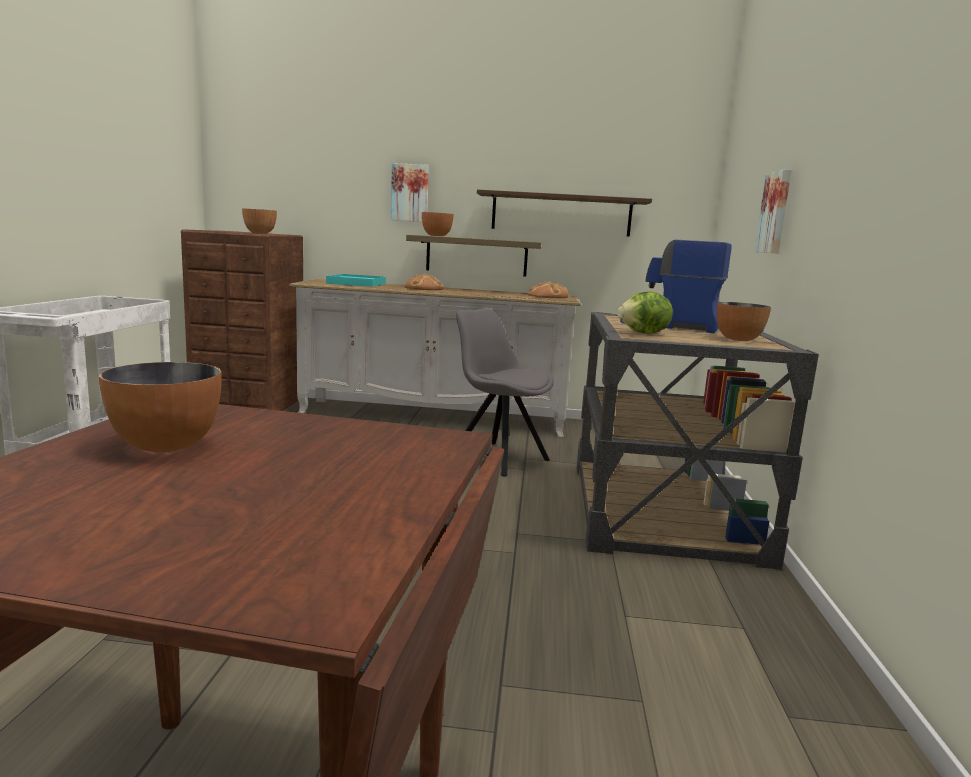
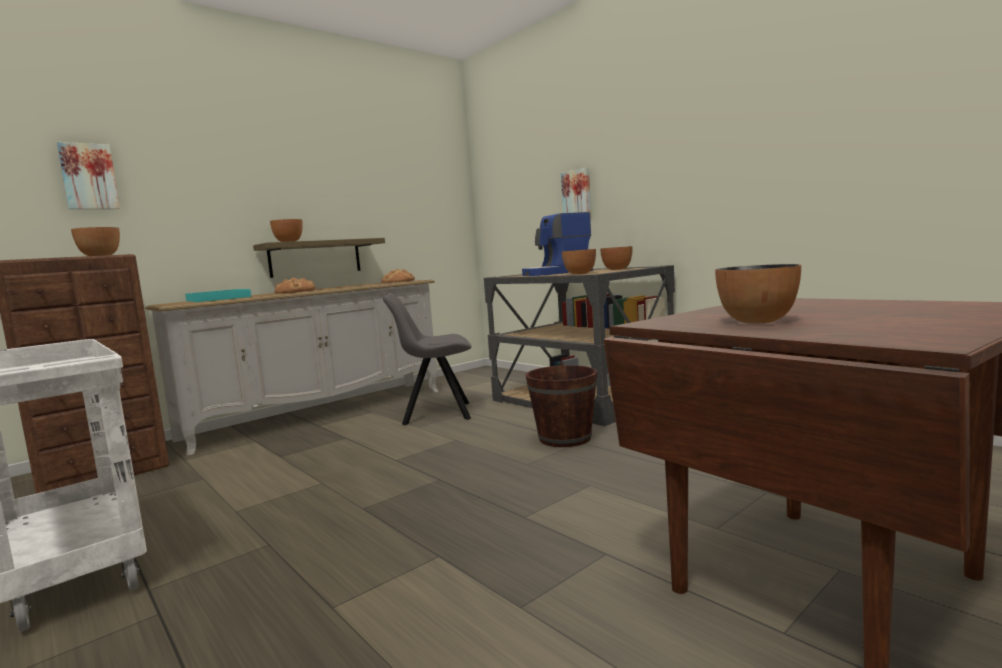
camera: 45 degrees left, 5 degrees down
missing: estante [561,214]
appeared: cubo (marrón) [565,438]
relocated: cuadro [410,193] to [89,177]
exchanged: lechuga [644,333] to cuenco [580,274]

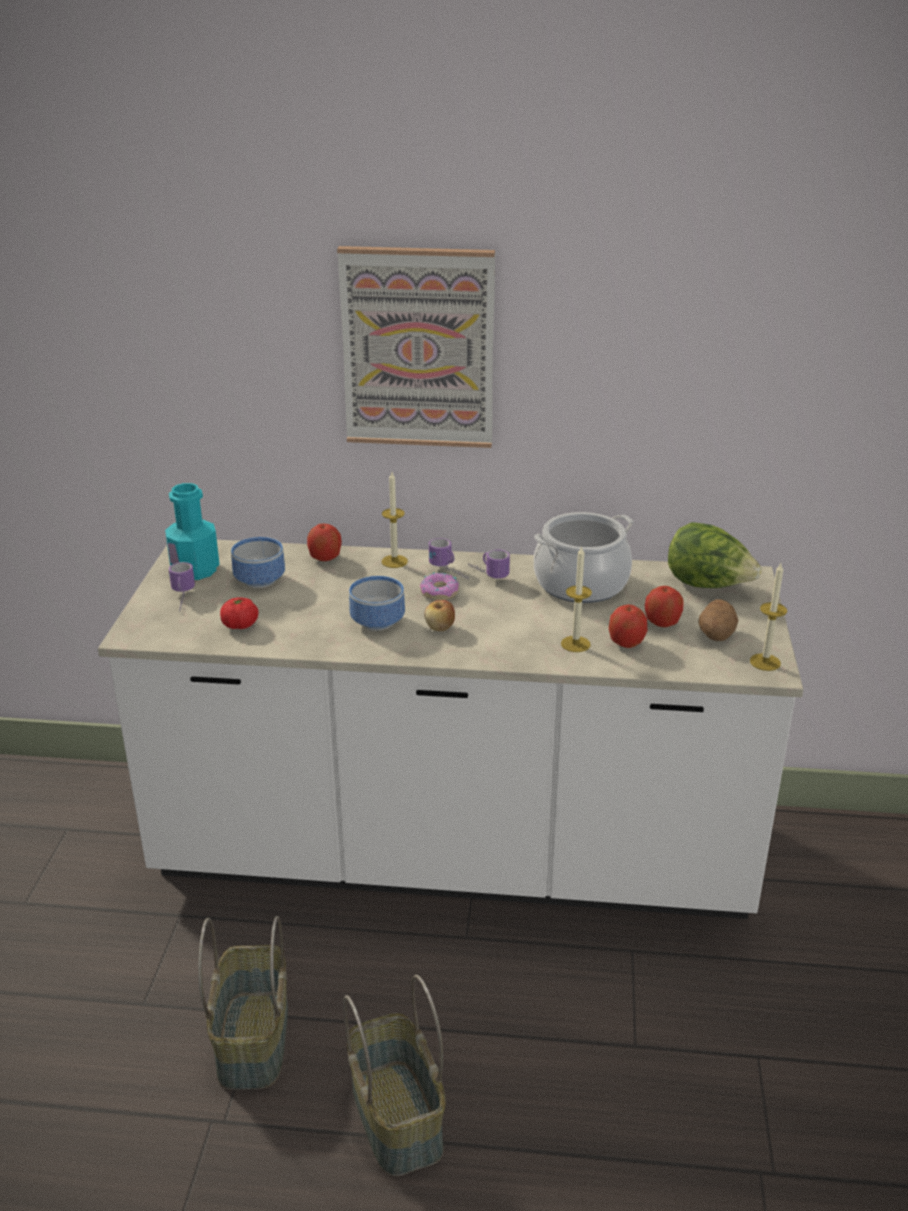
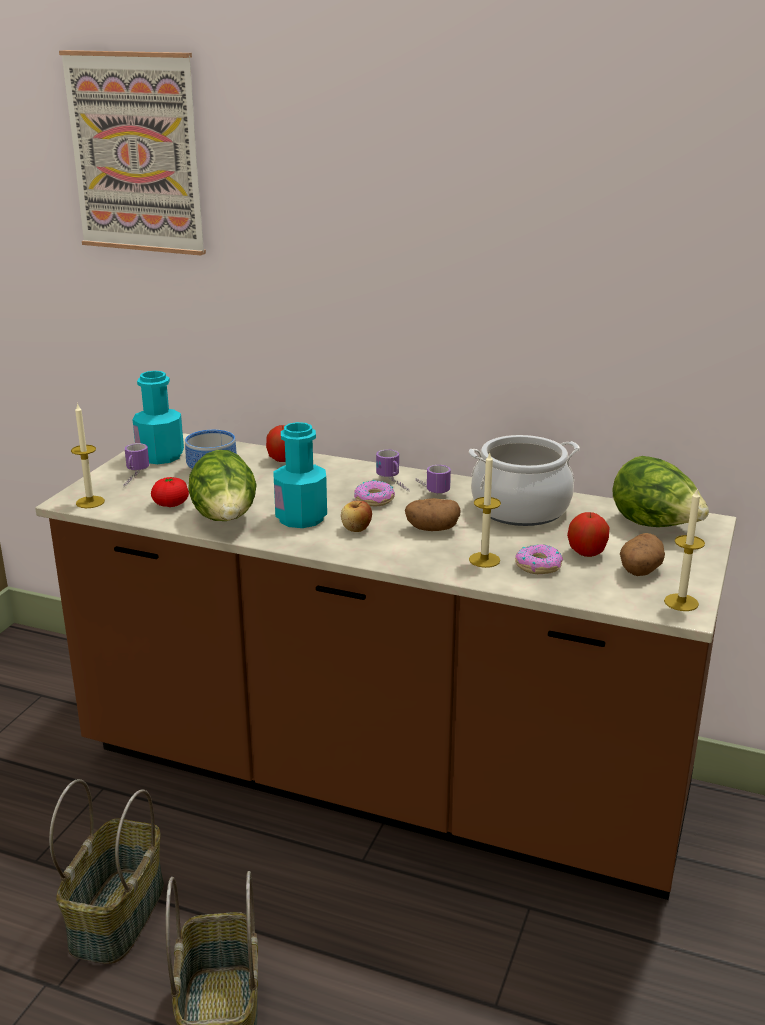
camera: 15 degrees right, 5 degrees down
appeared: lechuga [226,520]; patata [432,529]
relocated: cuadro [418,348] to [136,153]; vela [394,561] to [90,502]
exchanged: cuenco [380,623] to botella (turquesa) [301,518]; manzana [626,643] to rosquilla [538,566]
colour: mueble bajo de cocina (blanco) [454,855] to mueble bajo de cocina (marrón) [382,780]

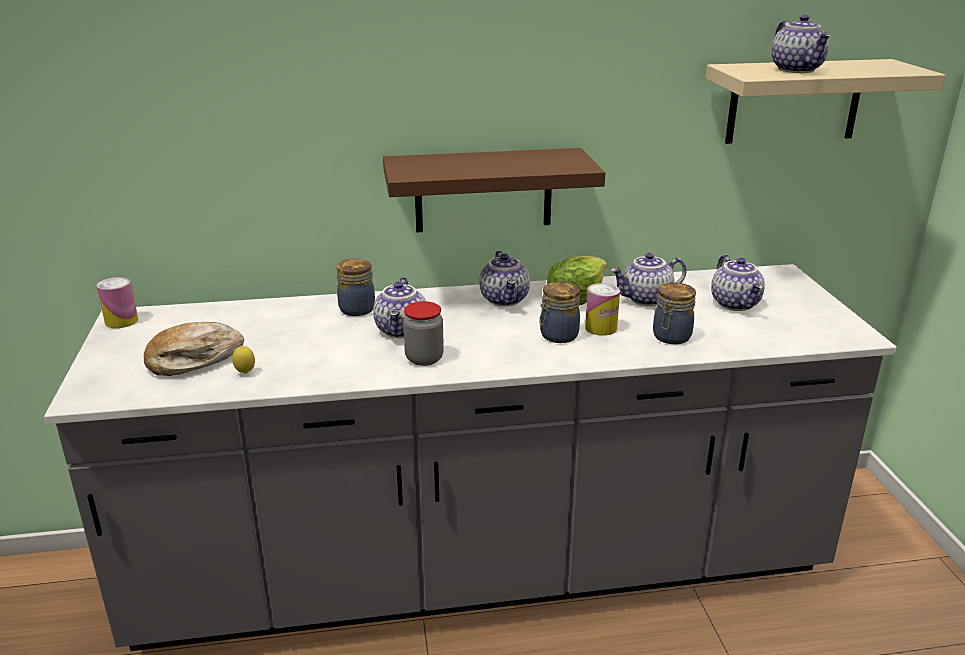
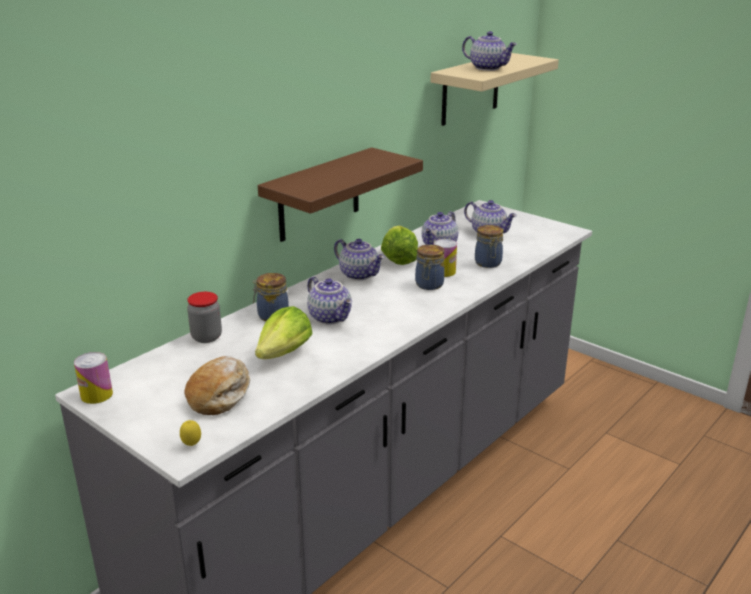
camera: 40 degrees left, 0 degrees up
appeared: lechuga [284,353]
relocated: limón [245,373] to [191,445]; tarro [424,358] to [206,337]

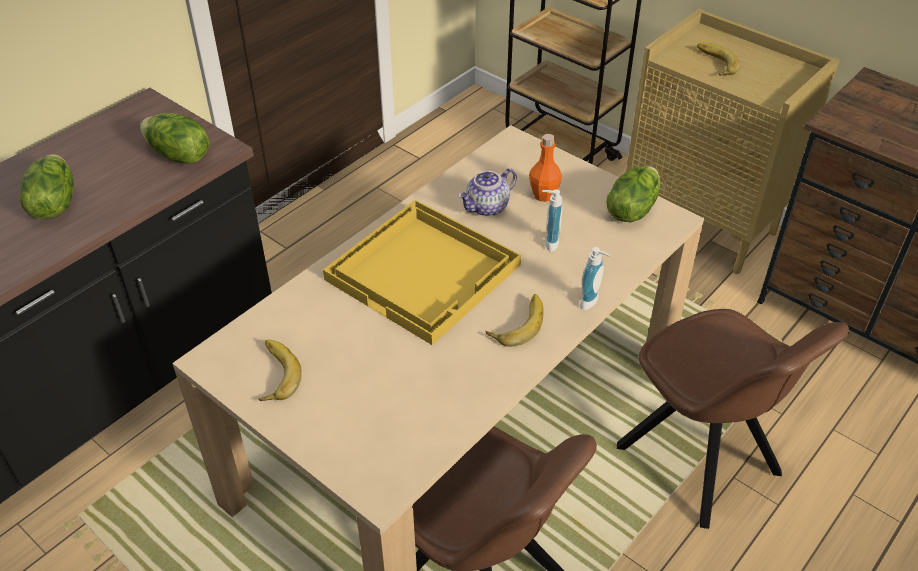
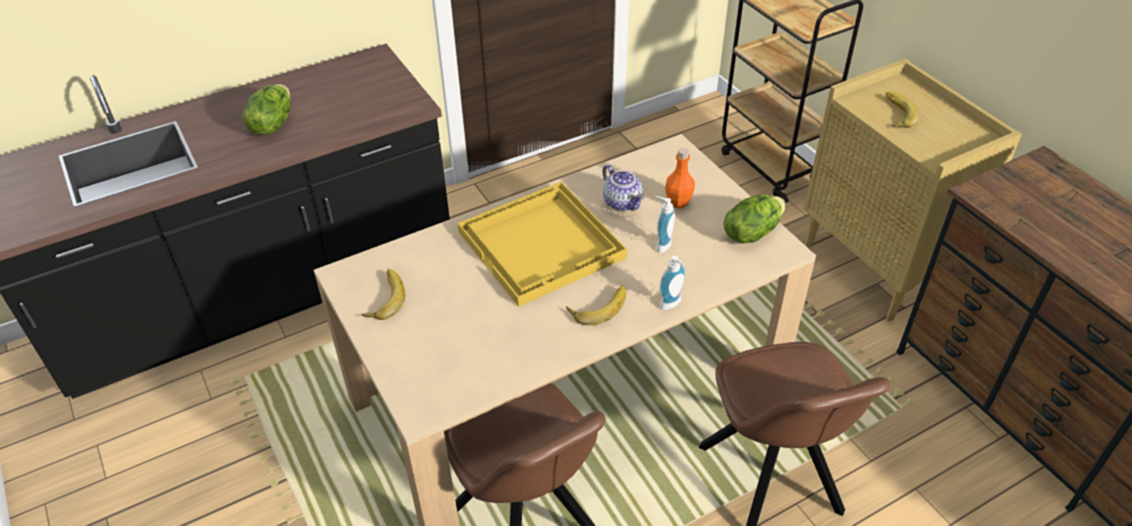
camera: 20 degrees right, 0 degrees up
missing: lechuga [178,156]
spun: tetera [487,208] = [623,202] 105 degrees counterclockwise

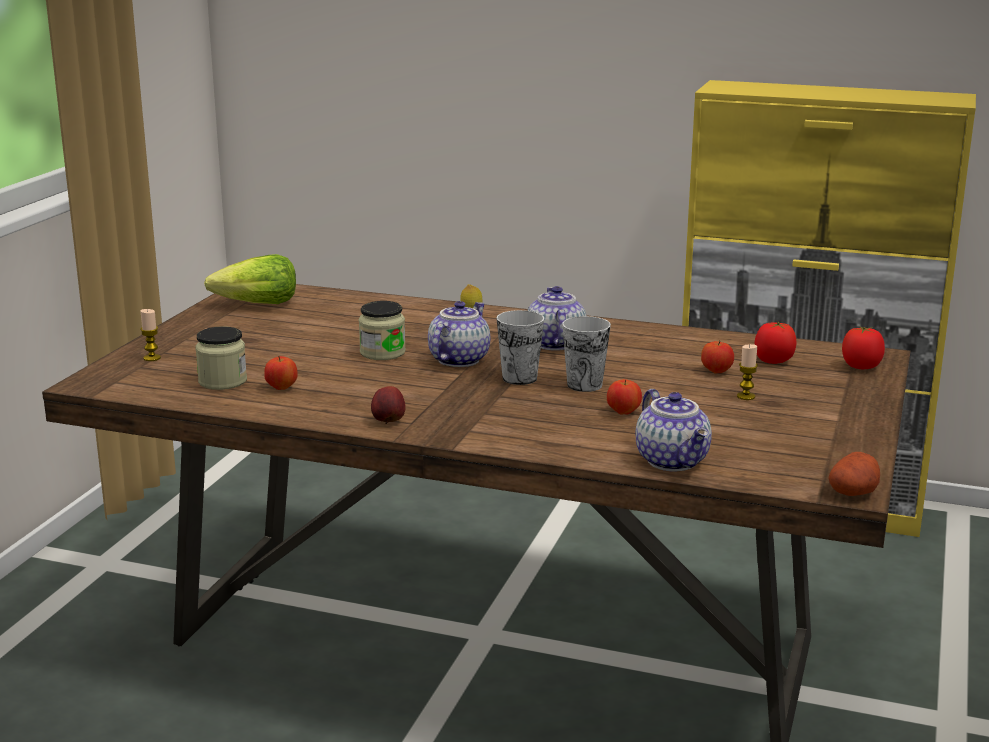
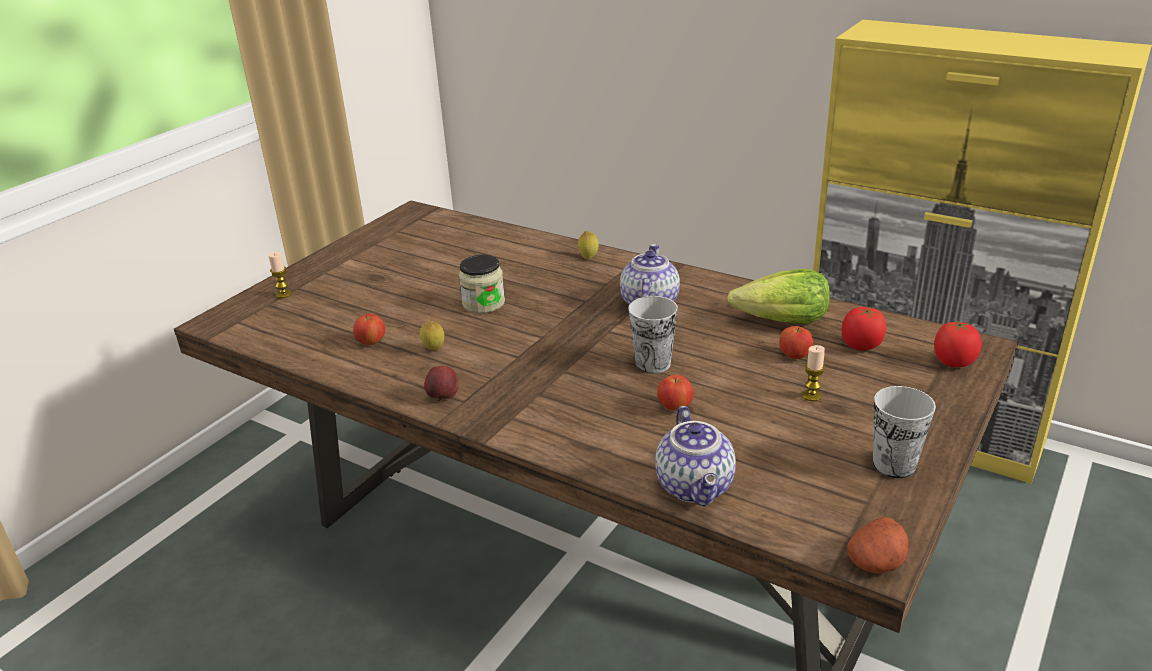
camera: 15 degrees right, 10 degrees up
missing: tarro [222,381]; tetera [458,360]
appeared: limón [434,350]
relocated: lechuga [257,305] to [782,322]; taza [519,378] to [894,465]

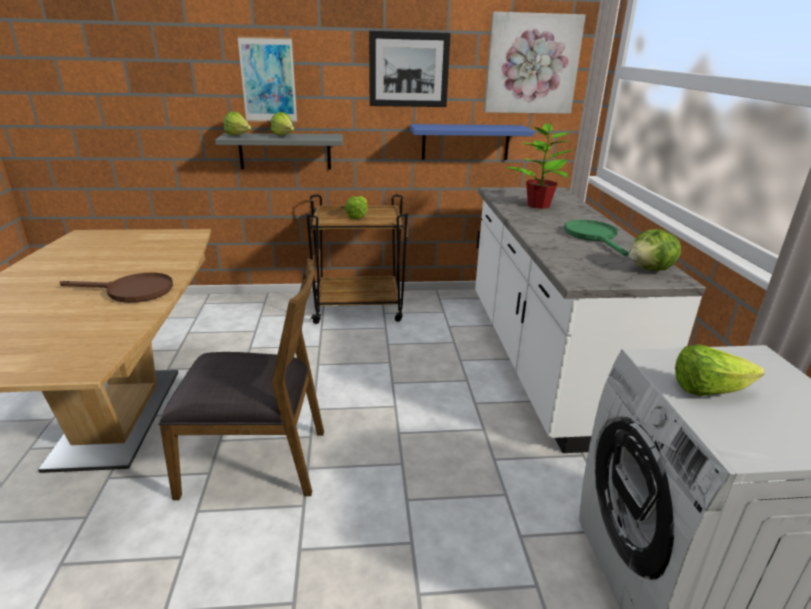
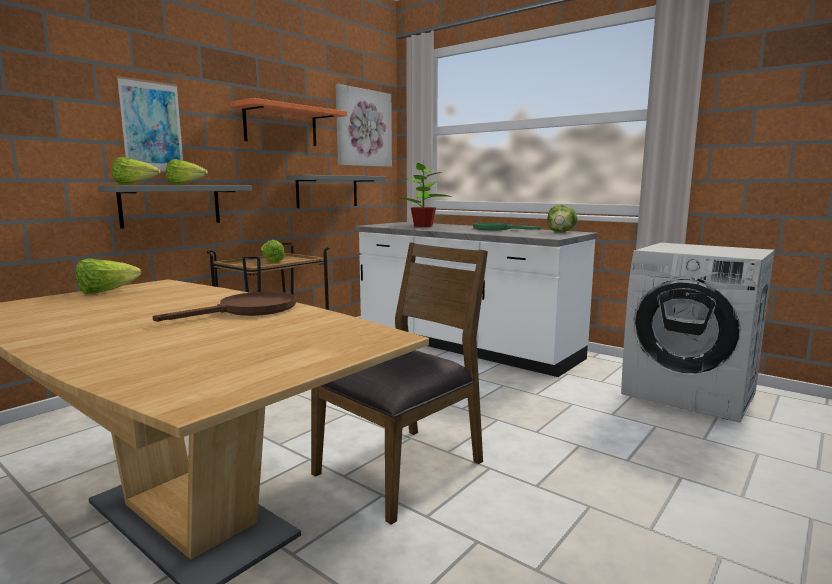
camera: 45 degrees left, 15 degrees down
relocated: lechuga [707,390] to [106,292]
exchanged: cuadro [409,70] to estante (naranja) [281,126]
colour: estante (azul) [465,142] to estante (gris) [327,191]

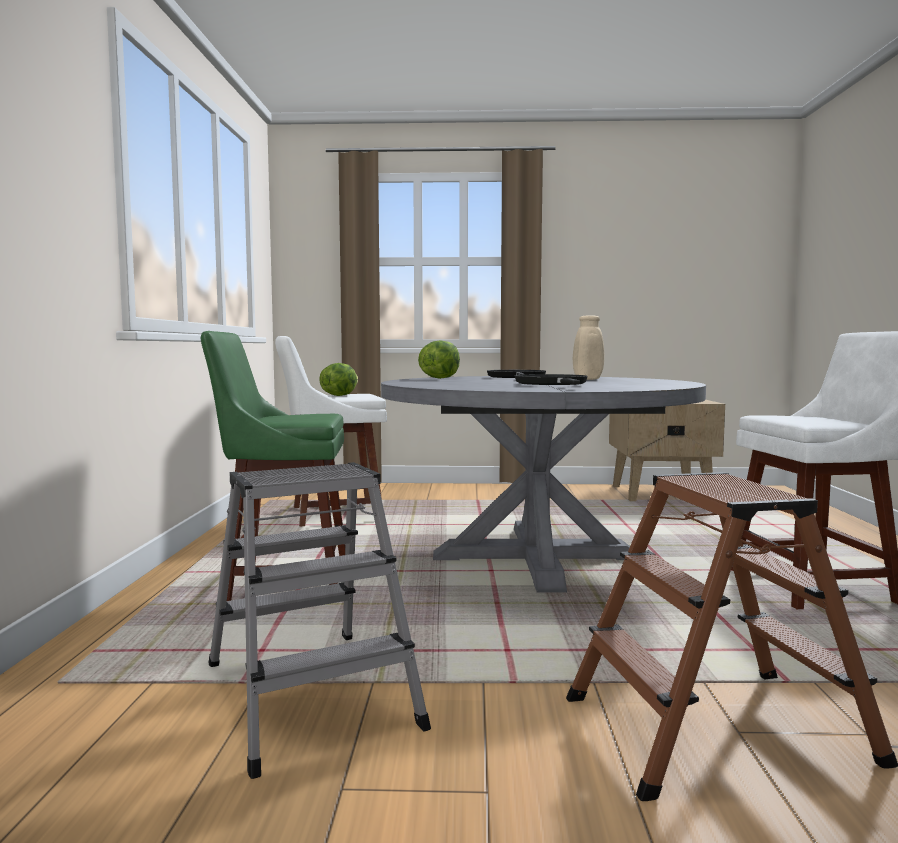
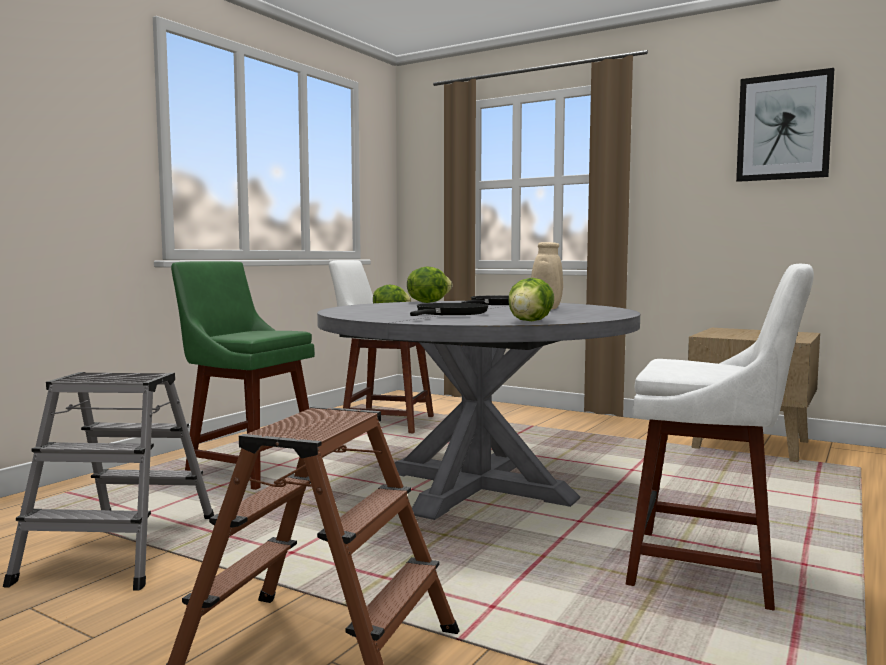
camera: 30 degrees right, 0 degrees up
appeared: lechuga [531,321]; cuadro [783,127]

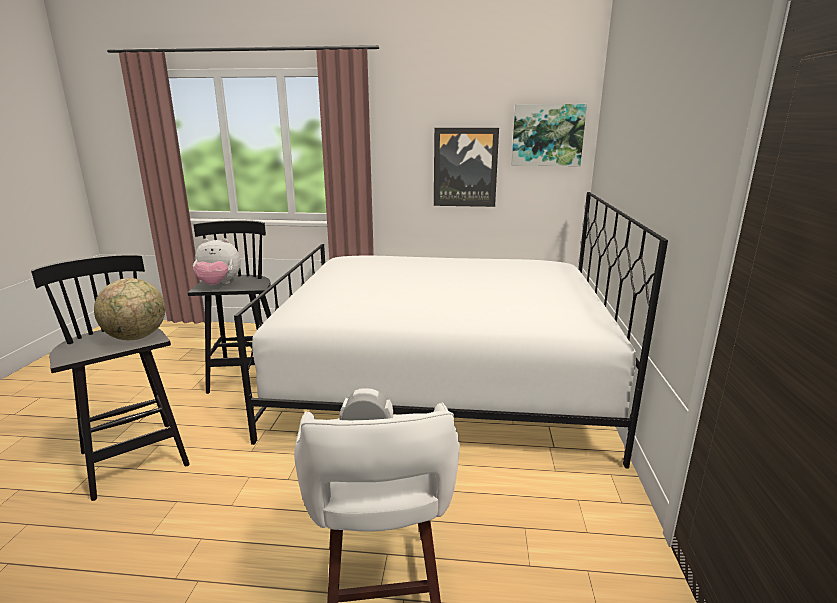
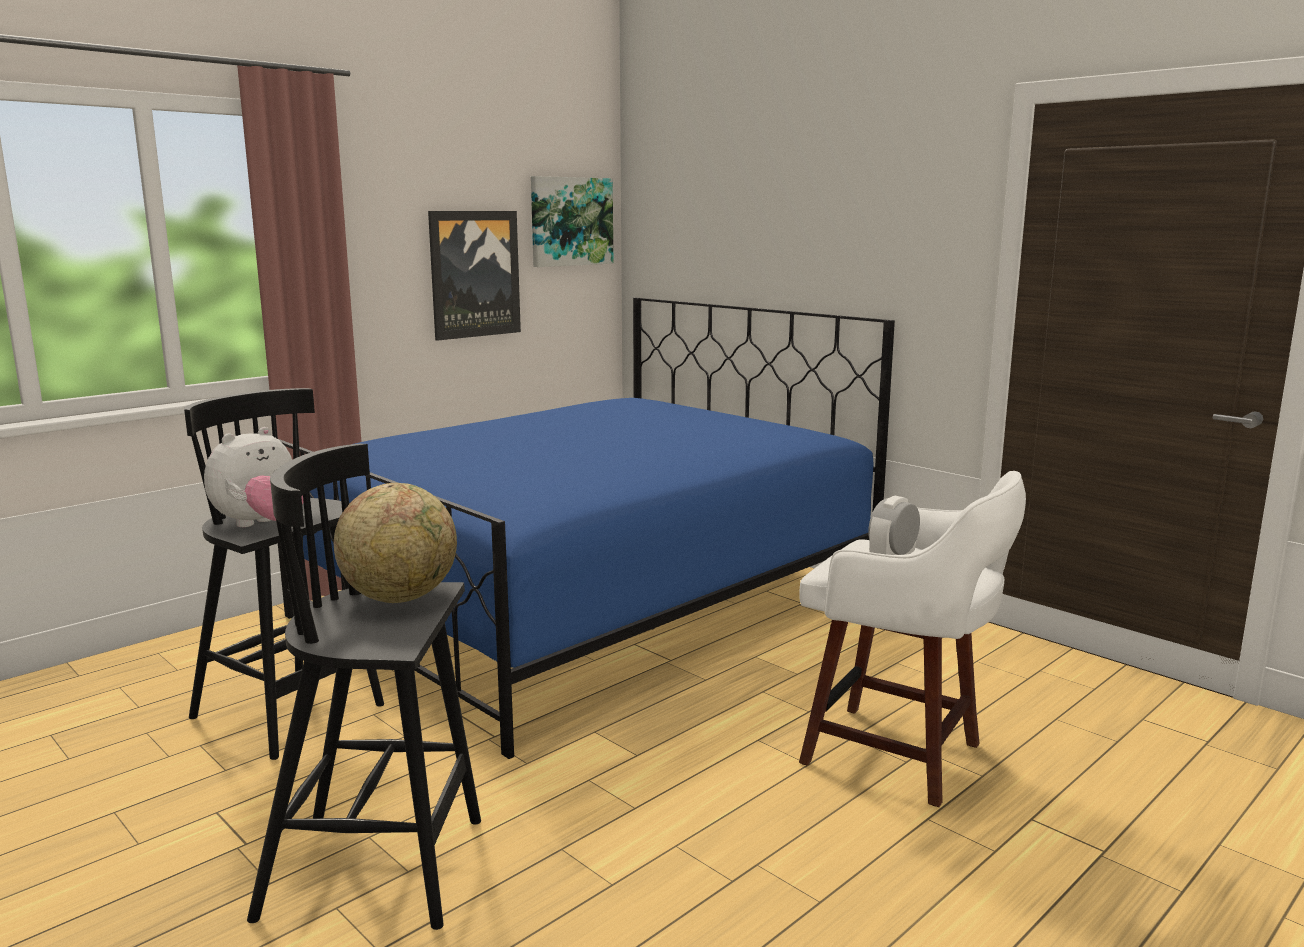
camera: 50 degrees left, 5 degrees down
colour: cama (blanco) [443,384] to cama (azul) [592,602]

